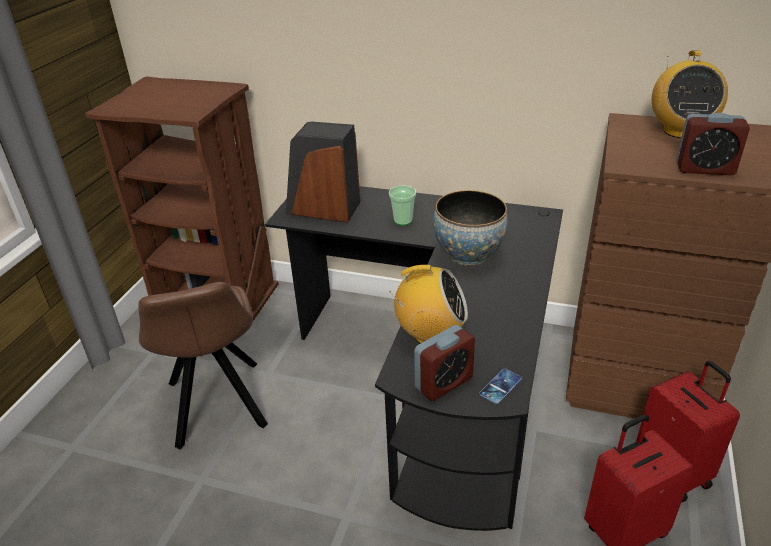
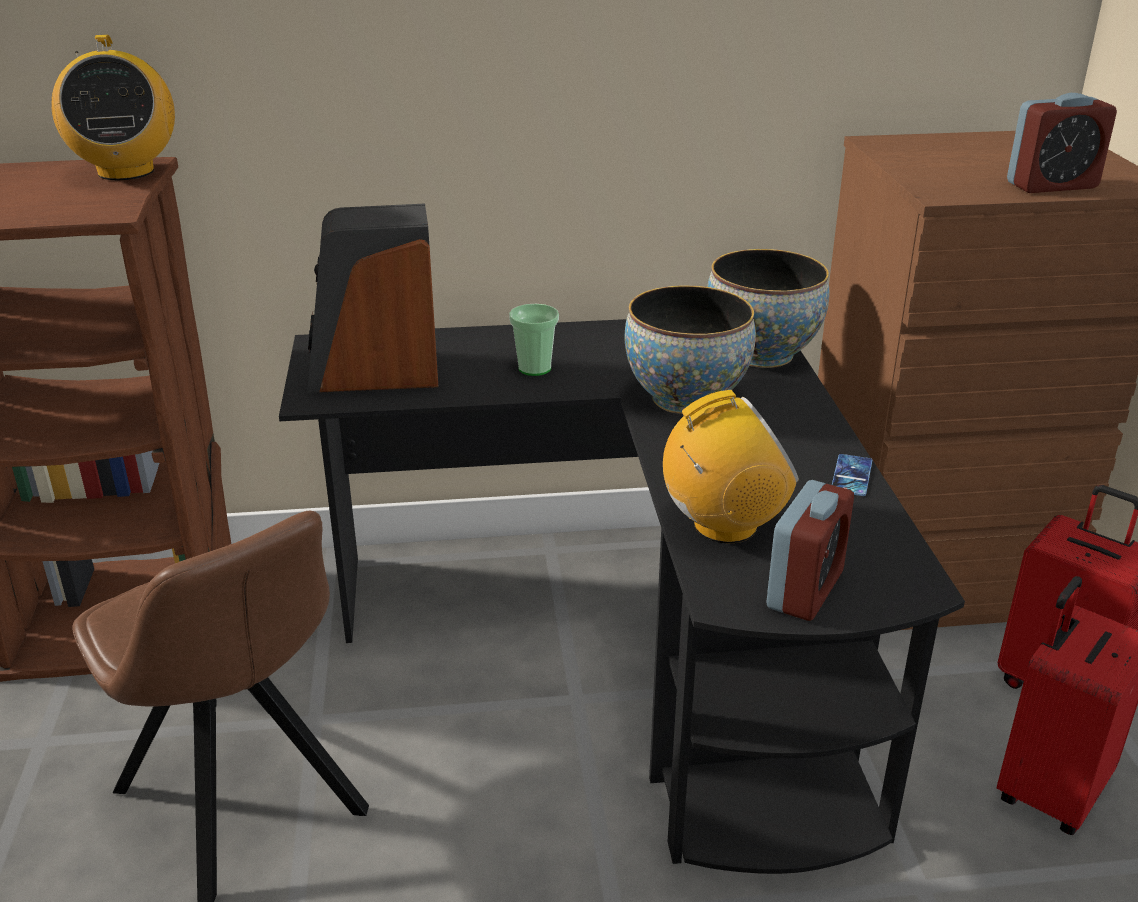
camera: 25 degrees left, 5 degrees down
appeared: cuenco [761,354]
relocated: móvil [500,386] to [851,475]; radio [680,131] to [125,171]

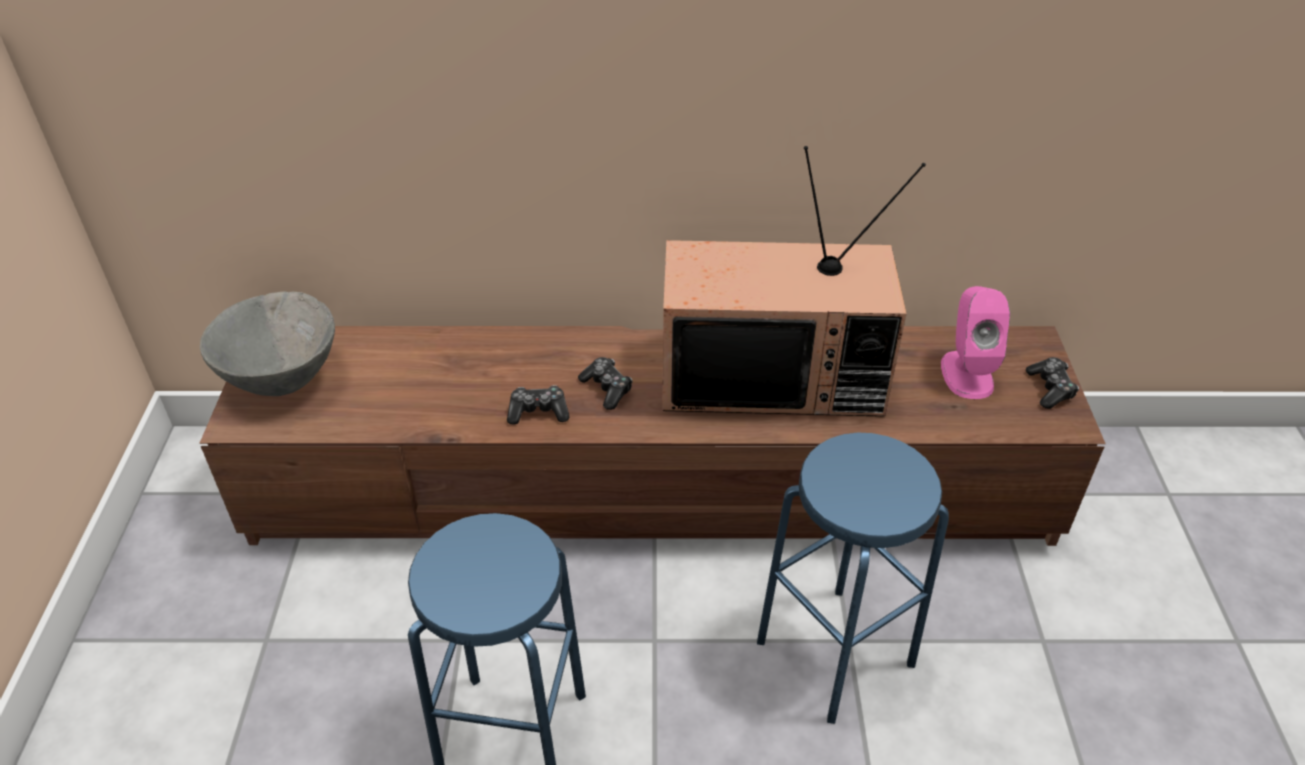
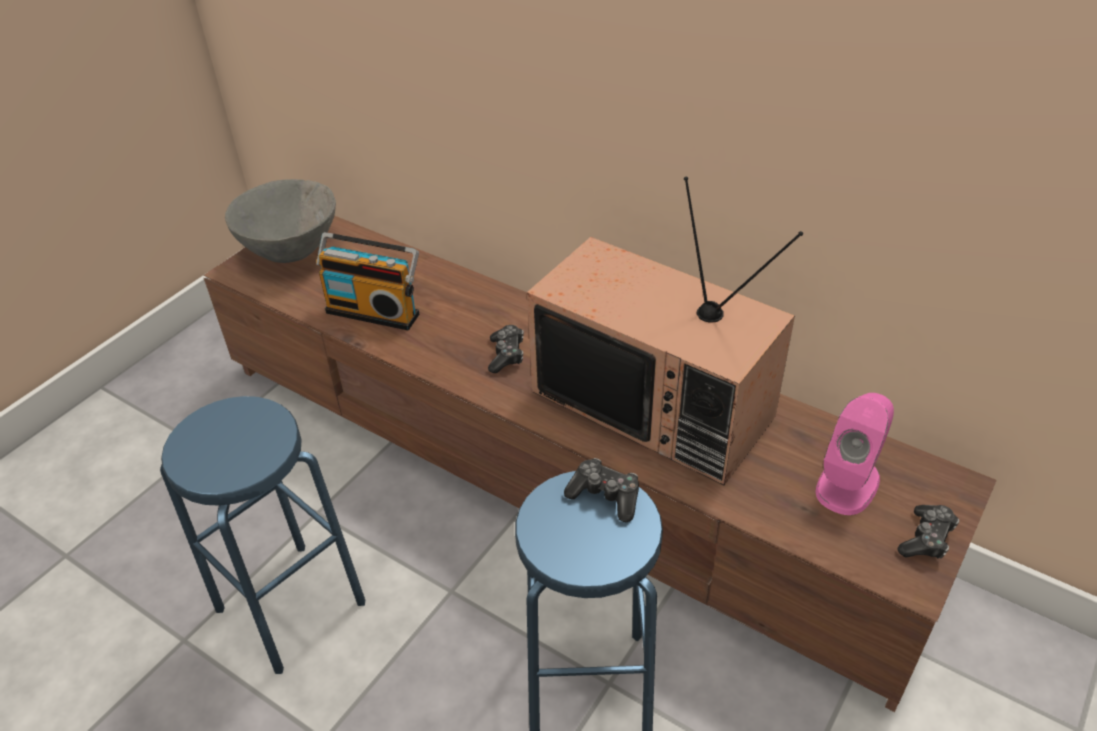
camera: 35 degrees right, 0 degrees up
appeared: radio [375,311]
relocated: mando de consola [538,412] to [605,496]

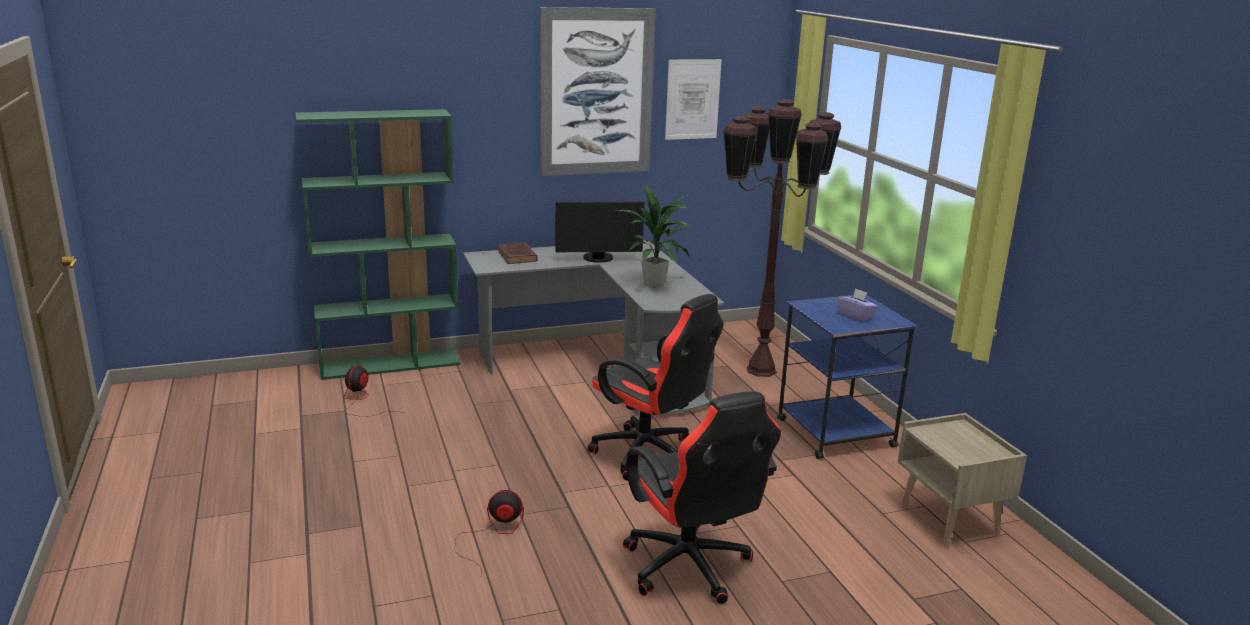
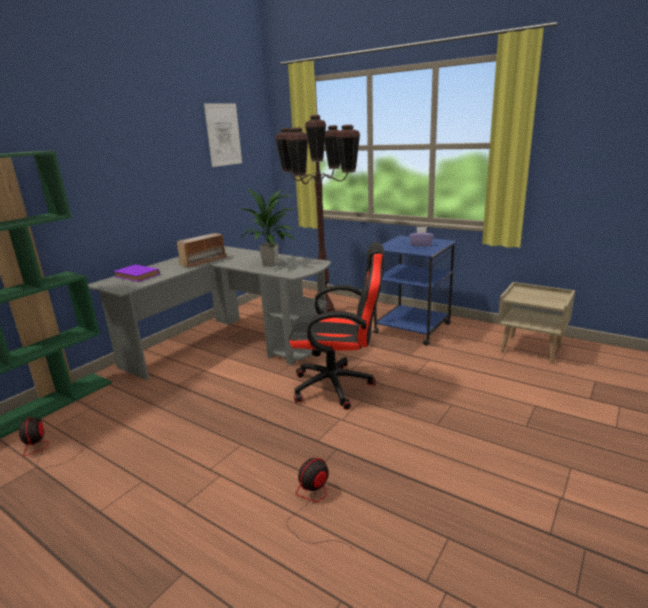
camera: 35 degrees left, 0 degrees up
missing: cuadro [596,92]; silla de oficina (negro) [691,572]
exchanged: monitor [598,259] to radio [203,261]
colour: libro (marrón) [517,256] to libro (morado) [138,276]

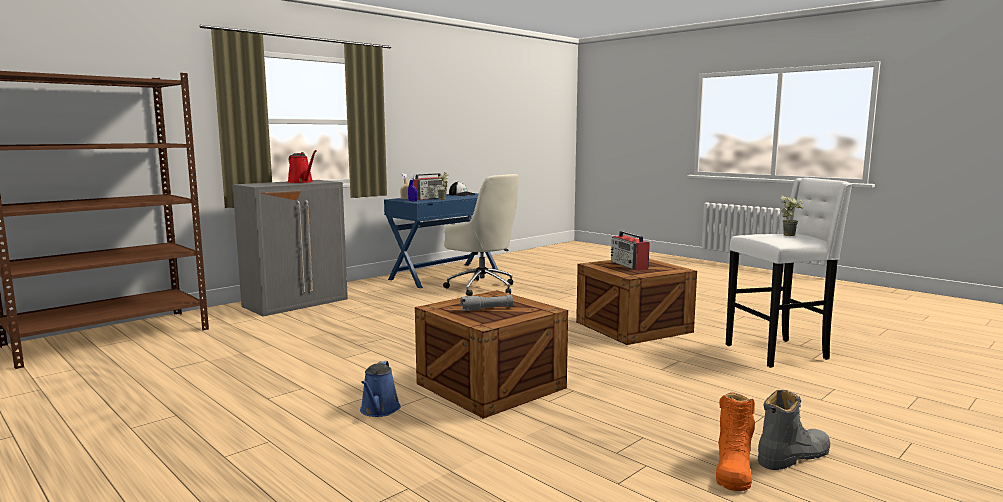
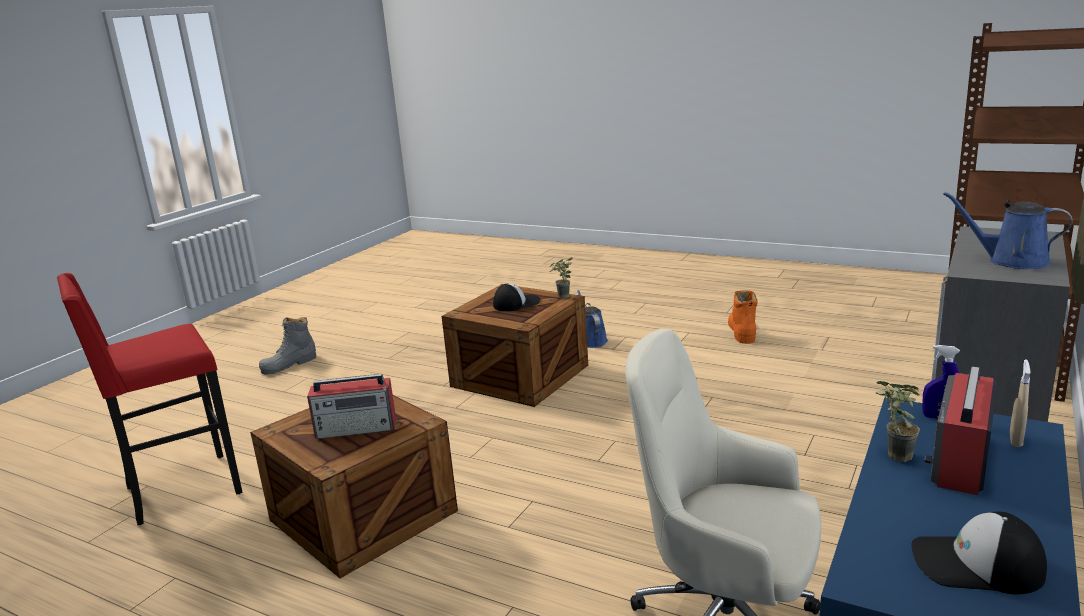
camera: 165 degrees right, 10 degrees up
relocated: bota (naranja) [733,469] to [741,332]; planta en maceta [790,235] to [562,298]
exchanged: linterna (gris) [486,309] to gorra [516,303]
colour: regadera (rojo) [301,182] to regadera (azul) [1011,261]; taburete (blanco) [778,352] to taburete (rojo) [180,490]
spun: radio [629,265] = [357,428] 120 degrees clockwise

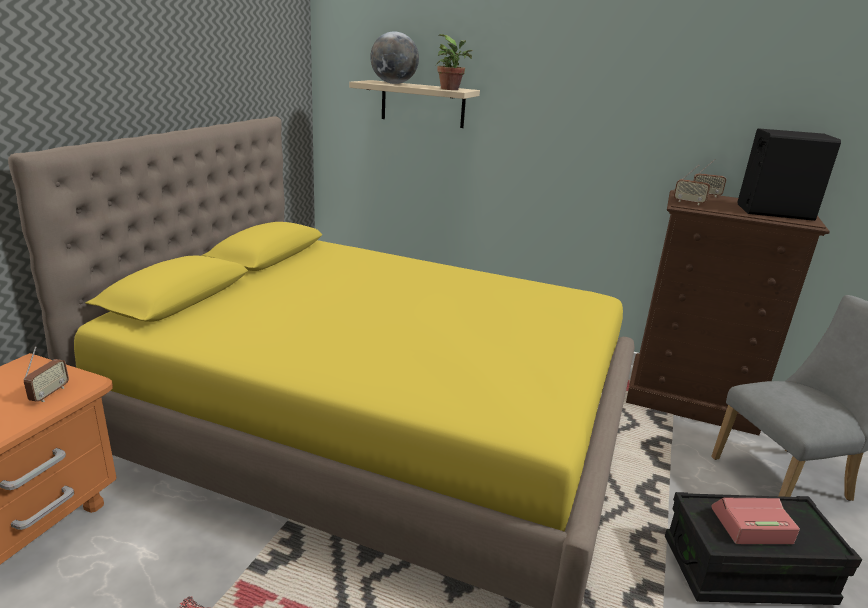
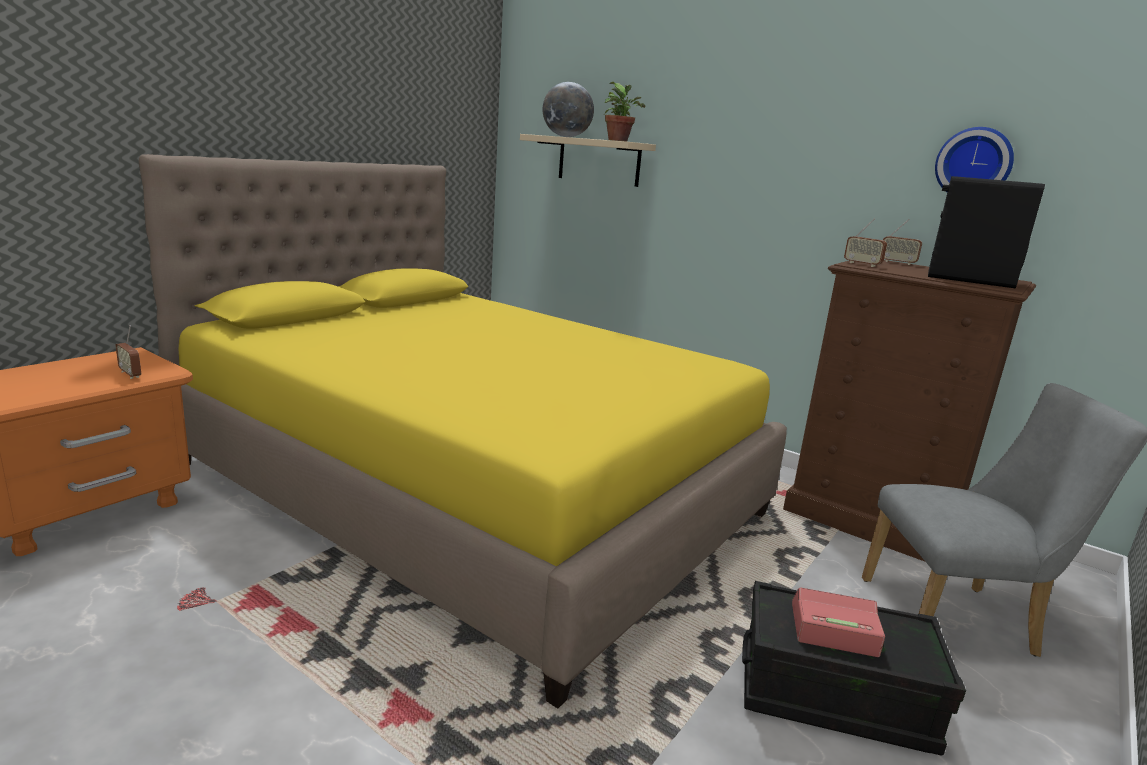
camera: 15 degrees right, 5 degrees down
appeared: reloj de pared [974,163]
spun: radio [49,394] = [130,374] 105 degrees clockwise

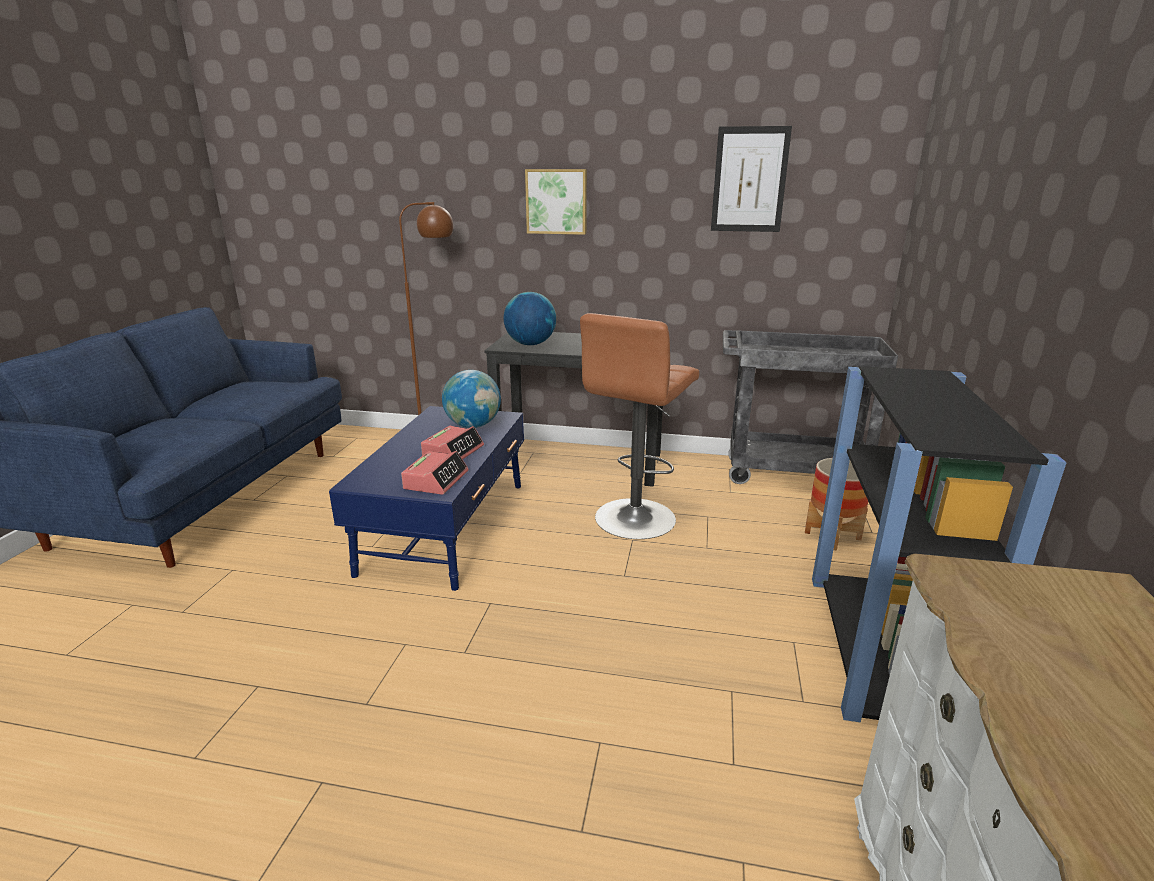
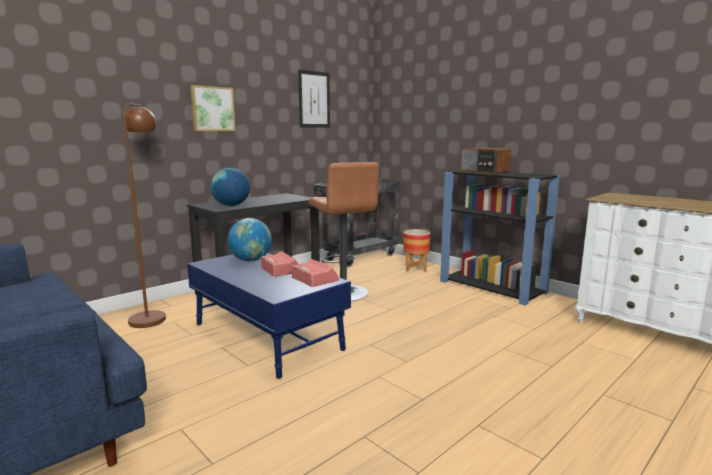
camera: 55 degrees left, 10 degrees down
appeared: radio [484,172]

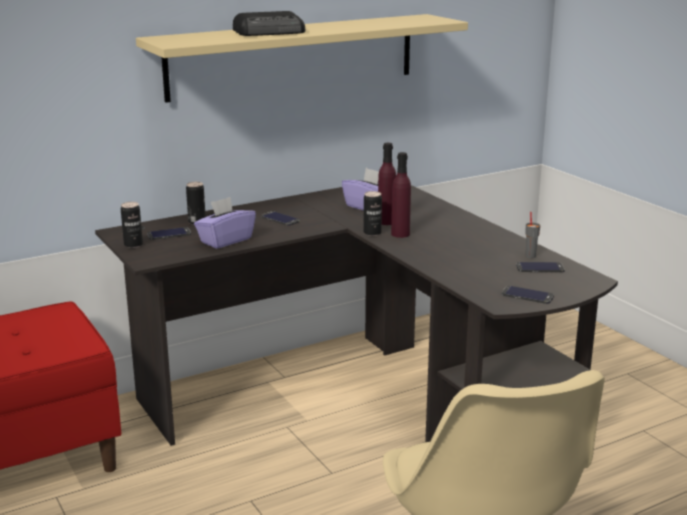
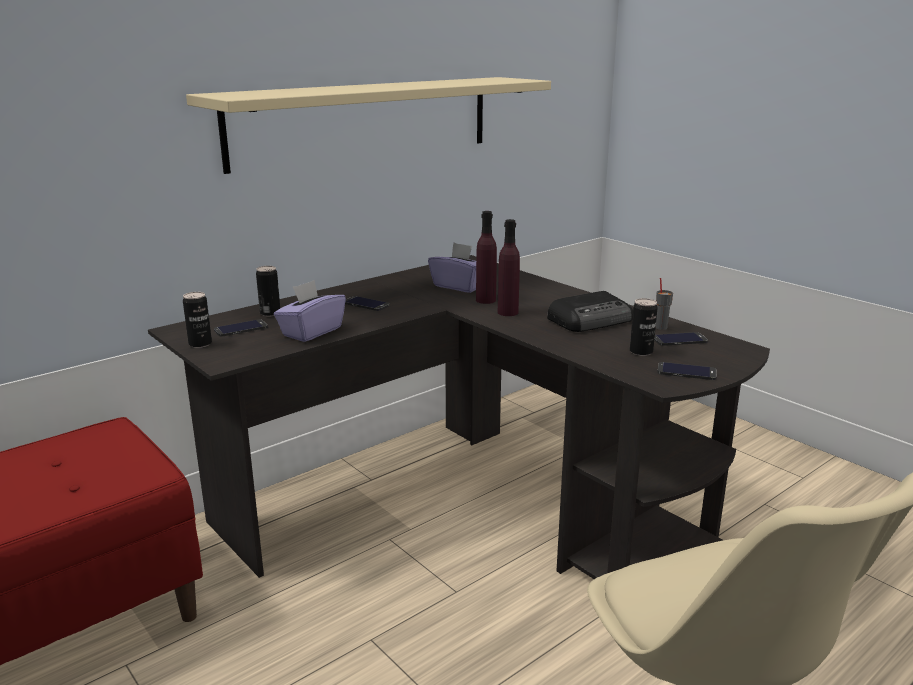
camera: 10 degrees left, 0 degrees up
relocated: radio [270,32] to [592,320]; lata [372,233] to [641,352]

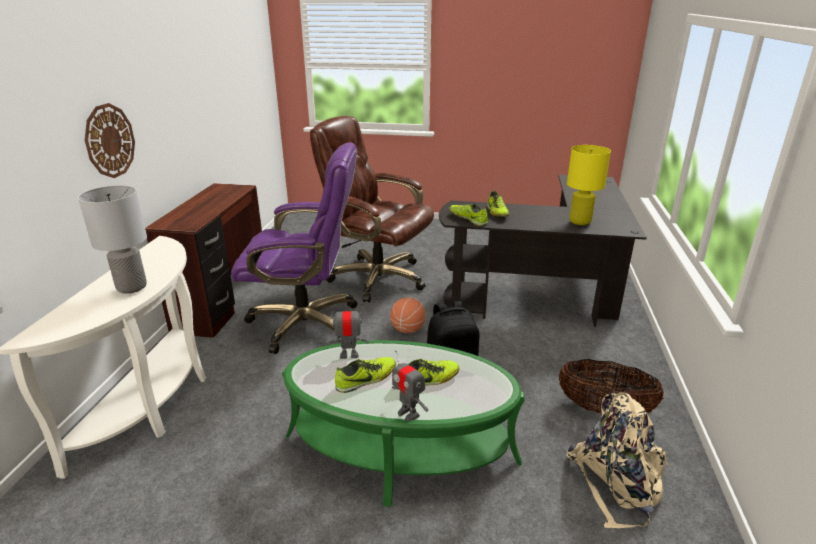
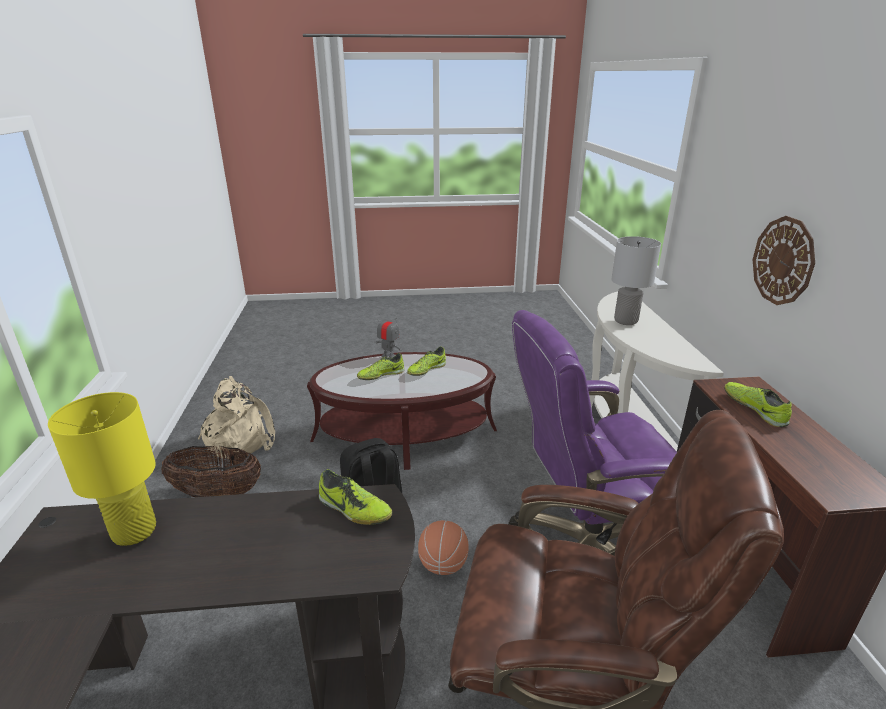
camera: 165 degrees right, 0 degrees up
missing: robot de juguete [349,355]
relocated: zapato [497,213] to [754,409]
colour: mesa de centro (verde) [400,448] to mesa de centro (marrón) [404,434]

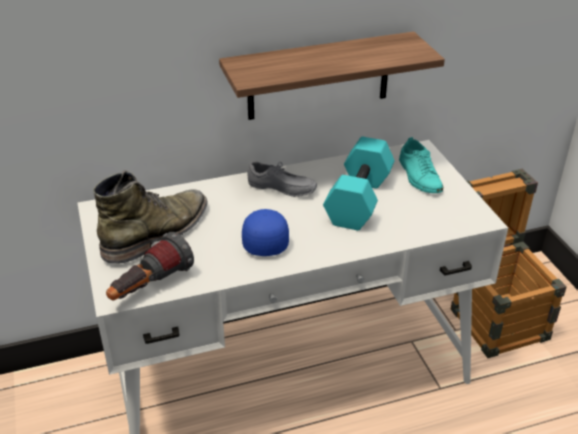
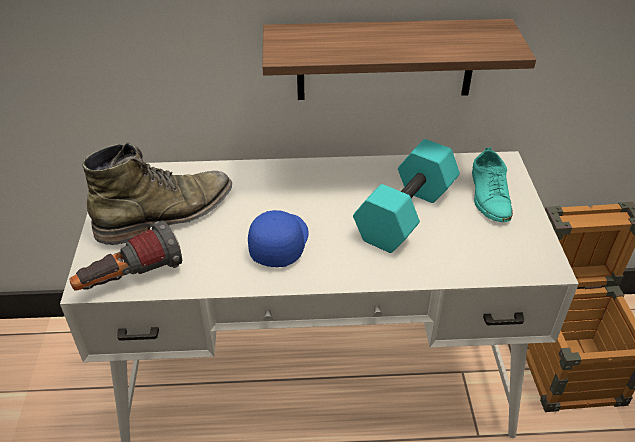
camera: 15 degrees right, 5 degrees up
missing: zapato (gris) [281,189]

